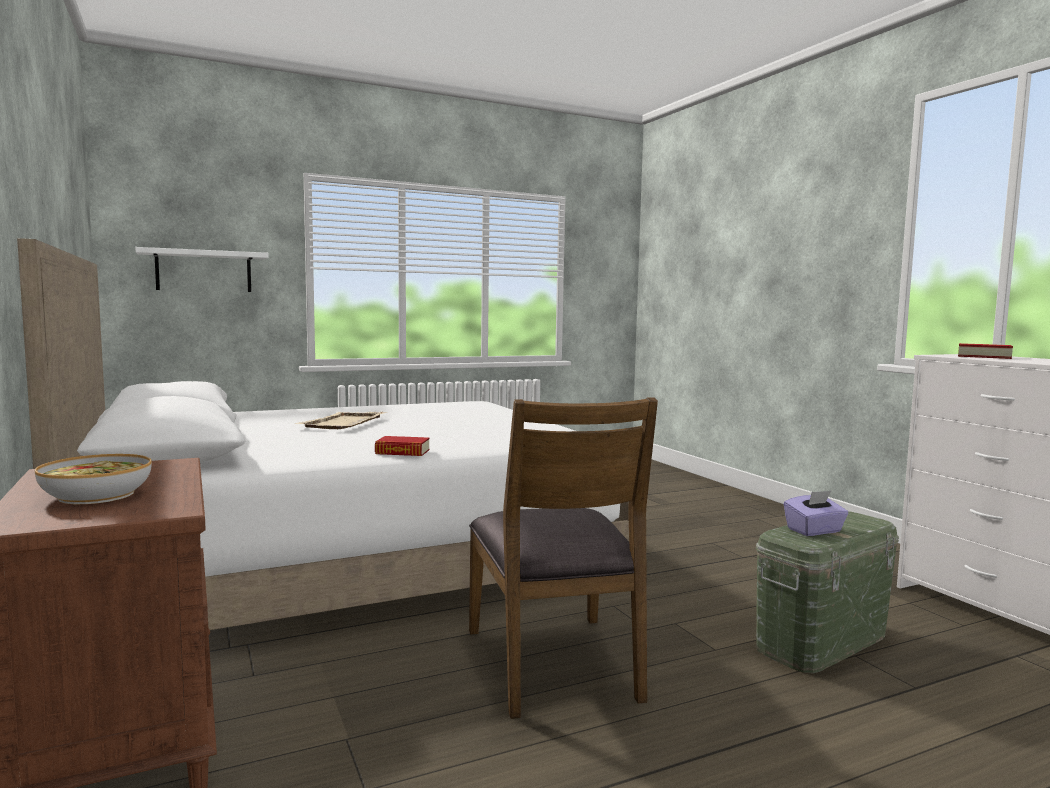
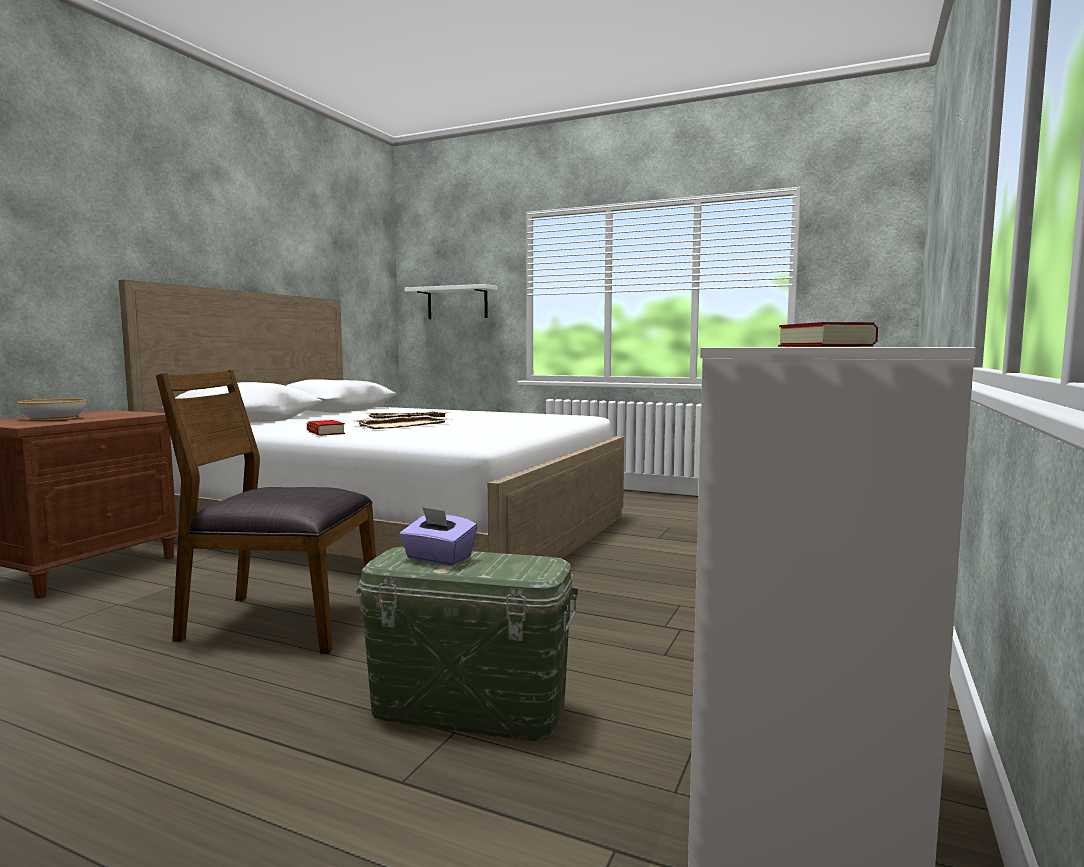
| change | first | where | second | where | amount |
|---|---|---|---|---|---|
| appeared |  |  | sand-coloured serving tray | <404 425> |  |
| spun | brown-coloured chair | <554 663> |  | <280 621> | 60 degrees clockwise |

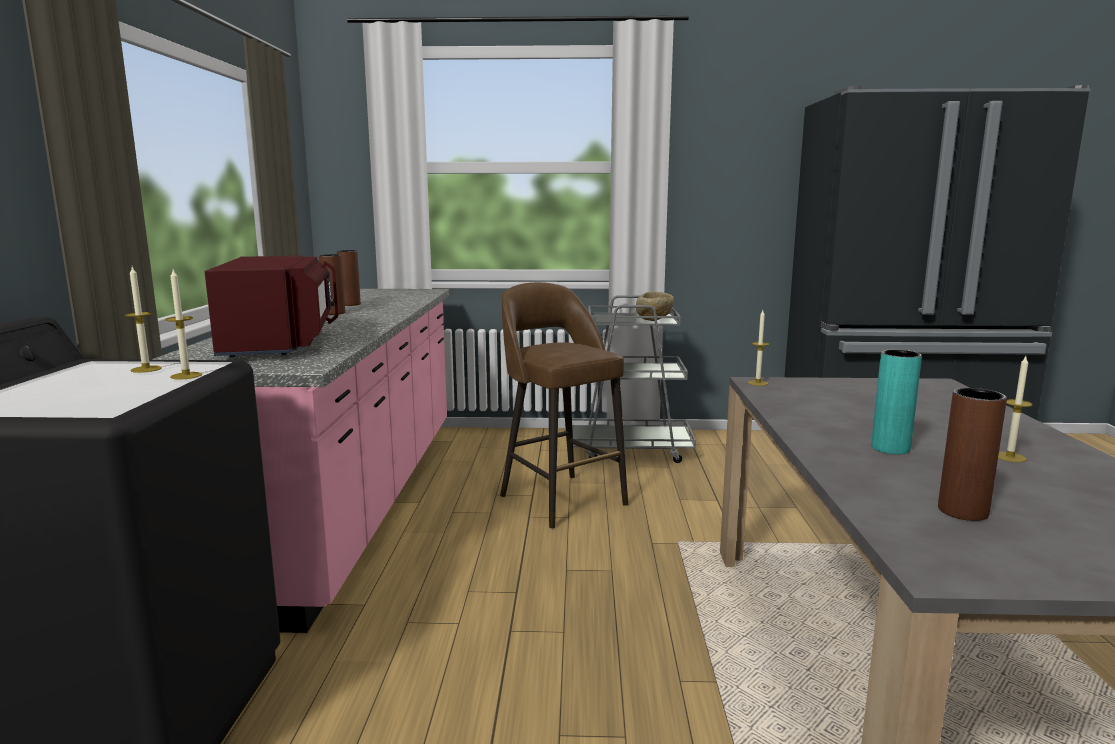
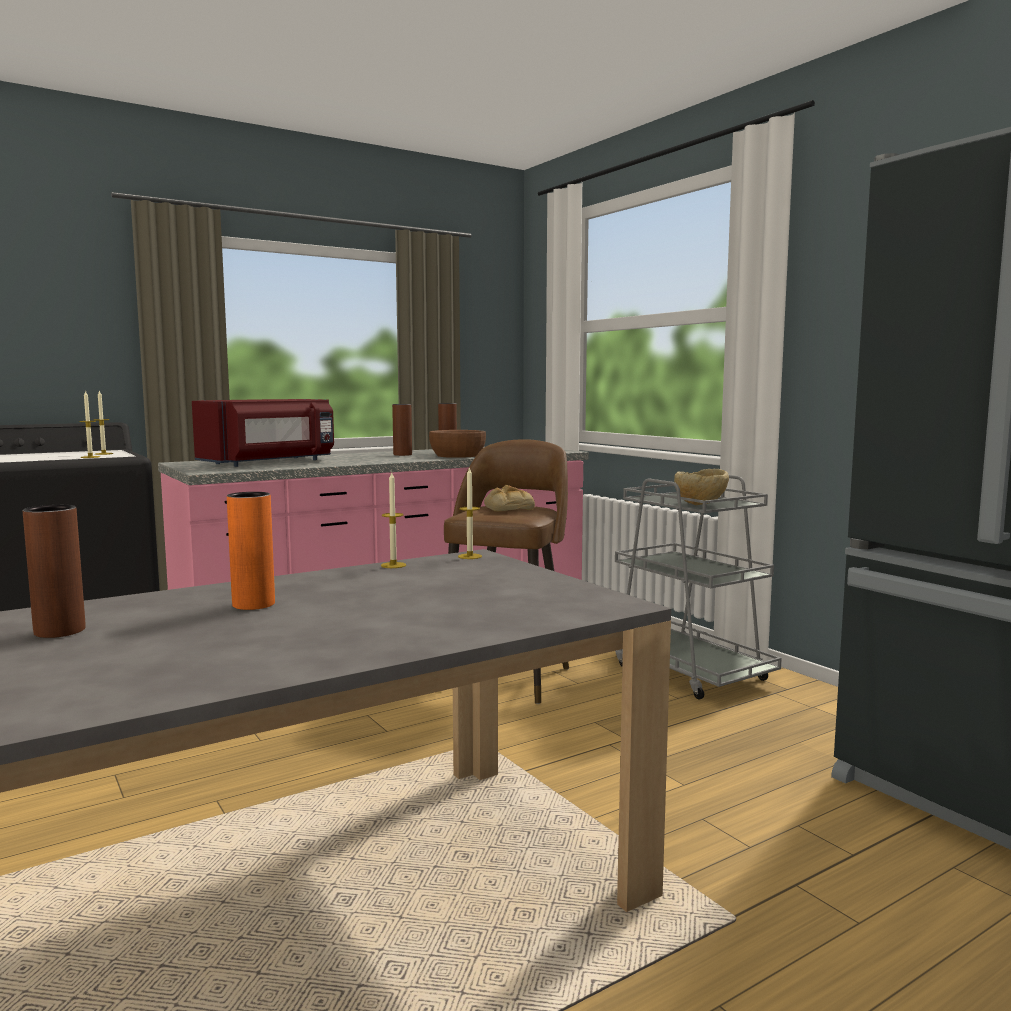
| change | first | where | second | where | amount |
|---|---|---|---|---|---|
| appeared |  |  | brown-coloured deep dish | <457 455> |  |
| appeared |  |  | bread | <508 508> |  |
| relocated | candle | <1010 457> |  | <393 565> |  |
| colour | turquoise vase | <890 448> | orangey vase | <253 604> |  |

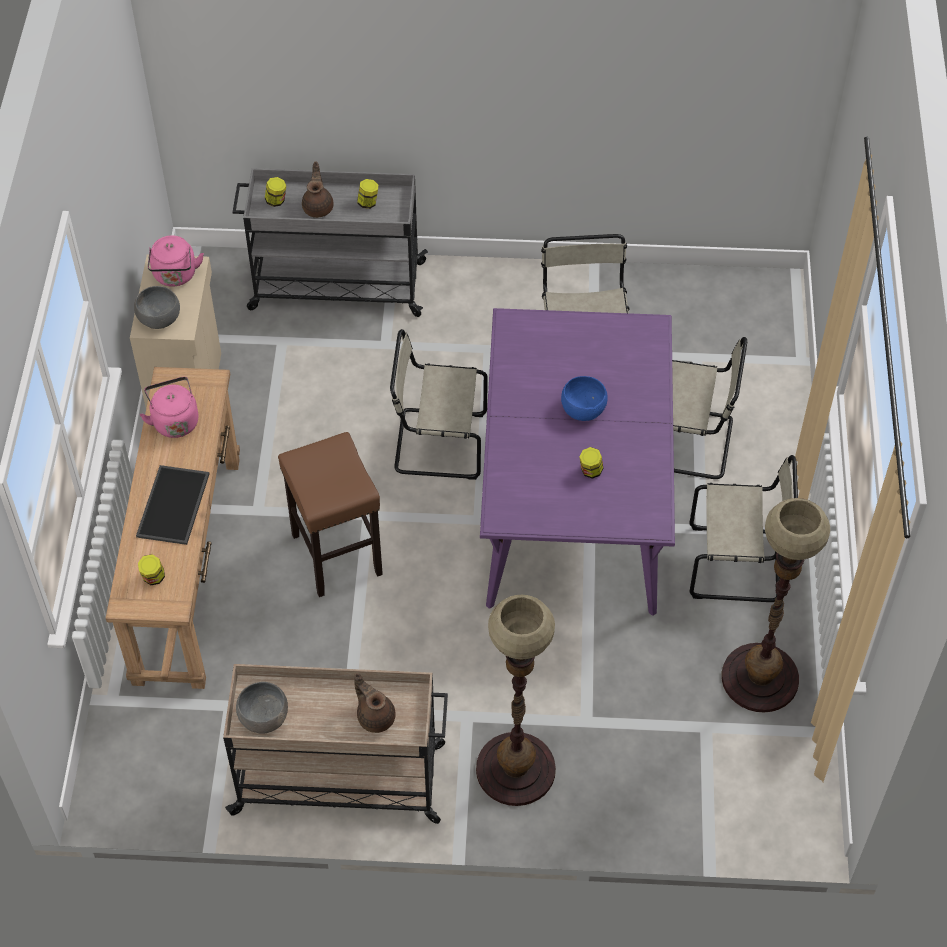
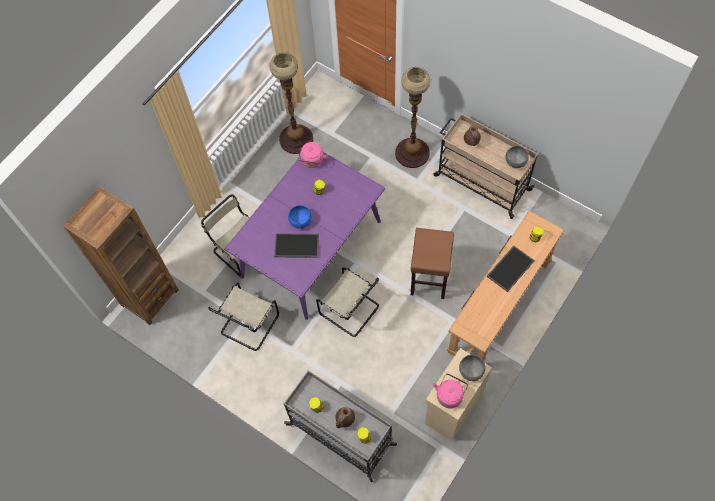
| change | first | where | second | where | amount |
|---|---|---|---|---|---|
| missing | sand-coloured chair | <738 565> |  |  |  |
| appeared |  |  | brown-coloured bookcase | <149 297> |  |
| appeared |  |  | serving tray | <296 246> |  |
| relocated | pinkish water kettle | <174 420> |  | <312 161> |  |

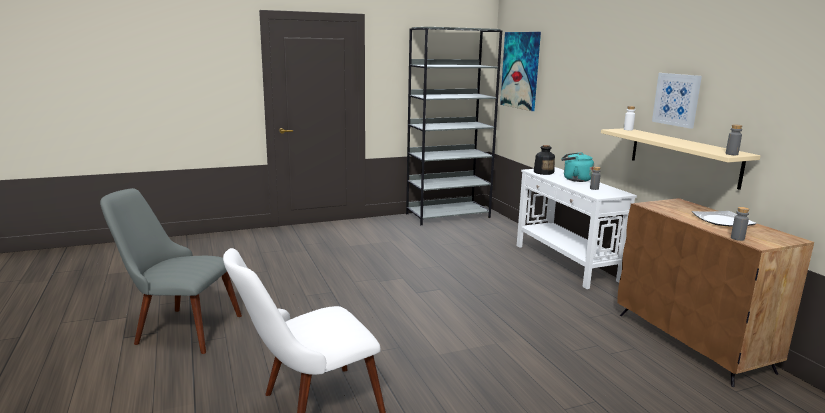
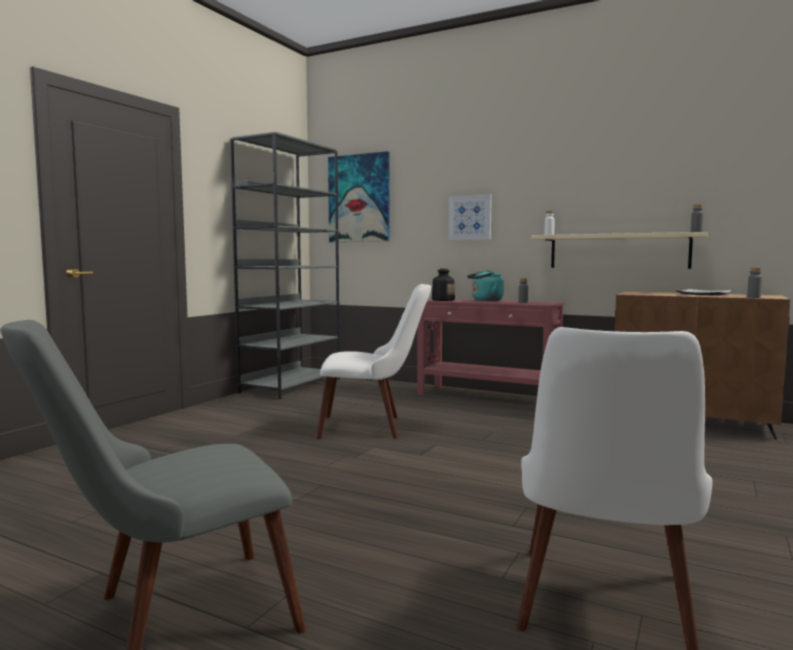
| change | first | where | second | where | amount |
|---|---|---|---|---|---|
| appeared |  |  | white chair | <373 427> |  |
| relocated | wall picture | <677 99> |  | <470 217> |  |
| colour | white narrow table | <565 263> | red-coloured narrow table | <487 397> |  |

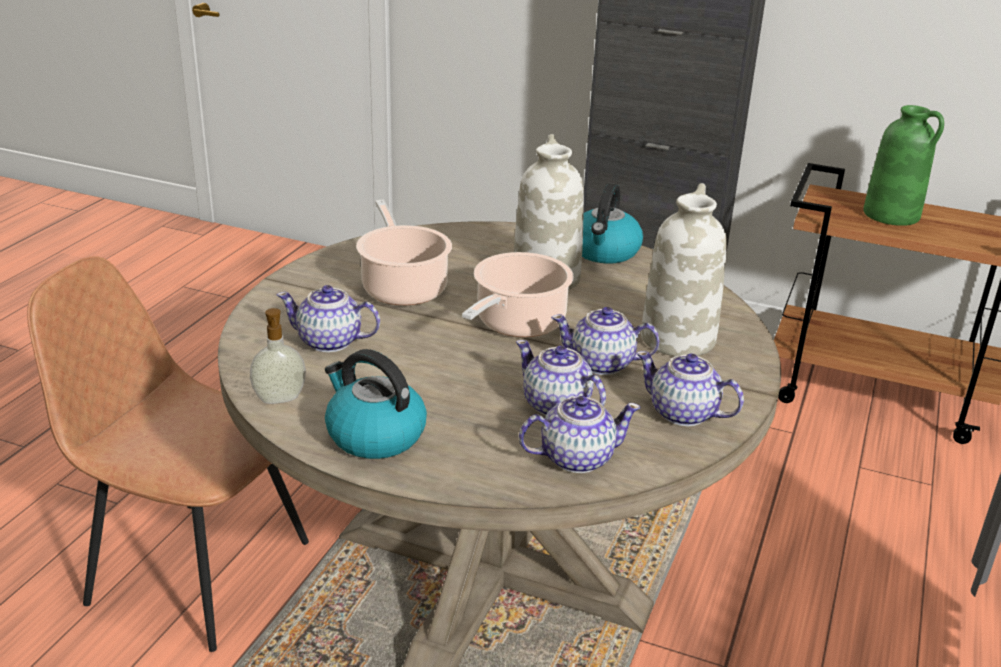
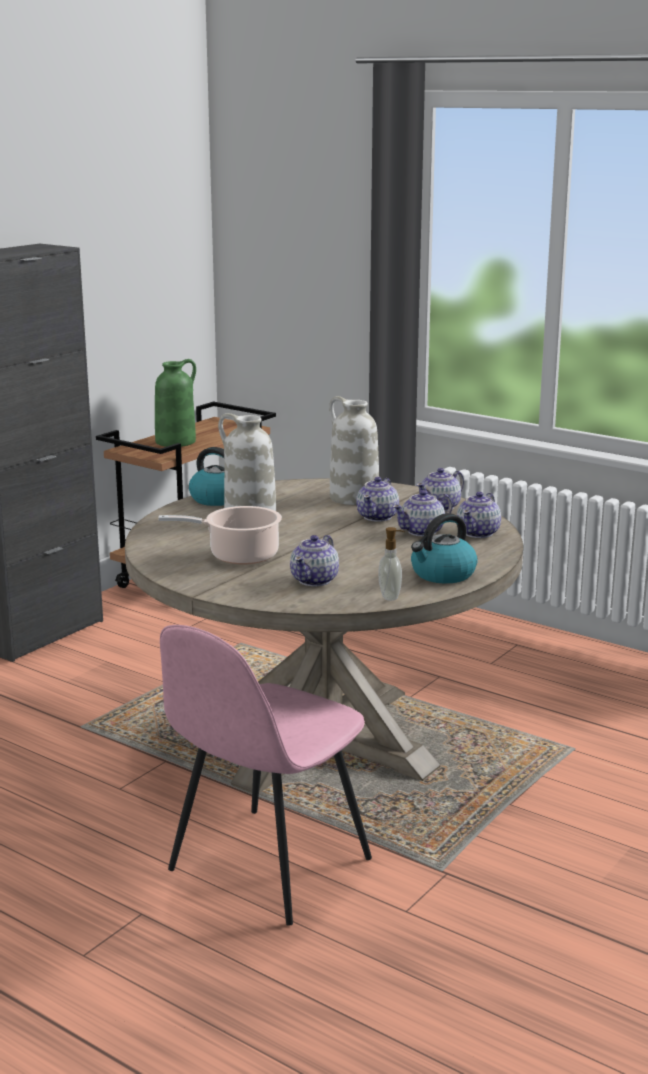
| change | first | where | second | where | amount |
|---|---|---|---|---|---|
| missing | stockpot | <517 323> |  |  |  |
| colour | brown-coloured chair | <195 570> | pinkish chair | <266 867> |  |
| spun | tea pot | <575 458> |  | <478 533> | 150 degrees counterclockwise |

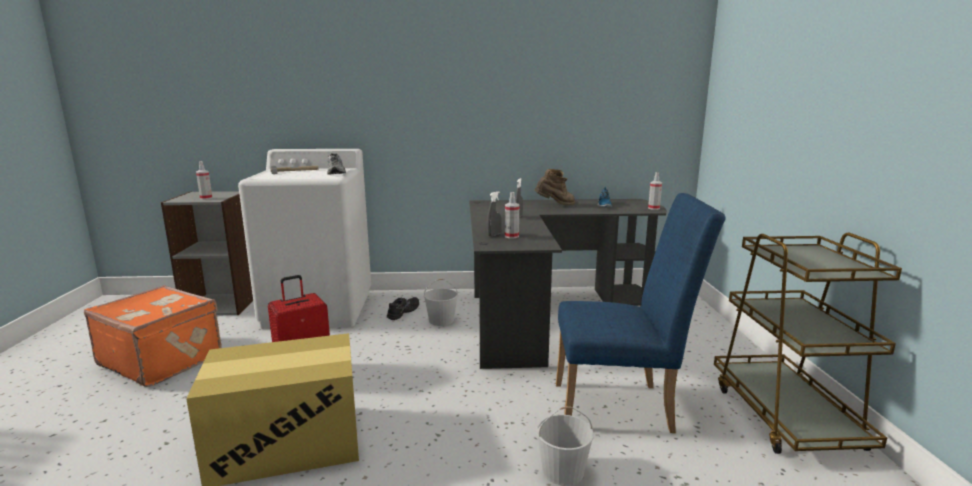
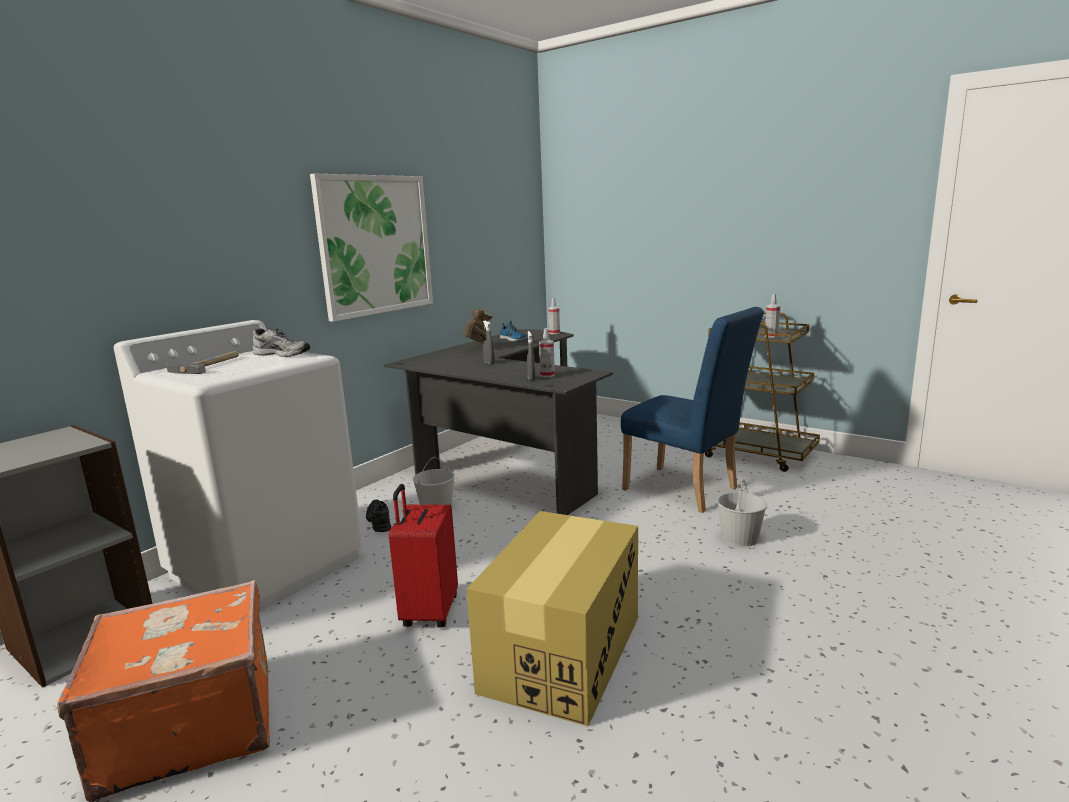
| change | first | where | second | where | amount |
|---|---|---|---|---|---|
| appeared |  |  | wall picture | <375 245> |  |
| relocated | spray bottle | <206 198> |  | <771 336> |  |
| spun | bluish chair | <622 407> |  | <687 491> | 90 degrees clockwise |

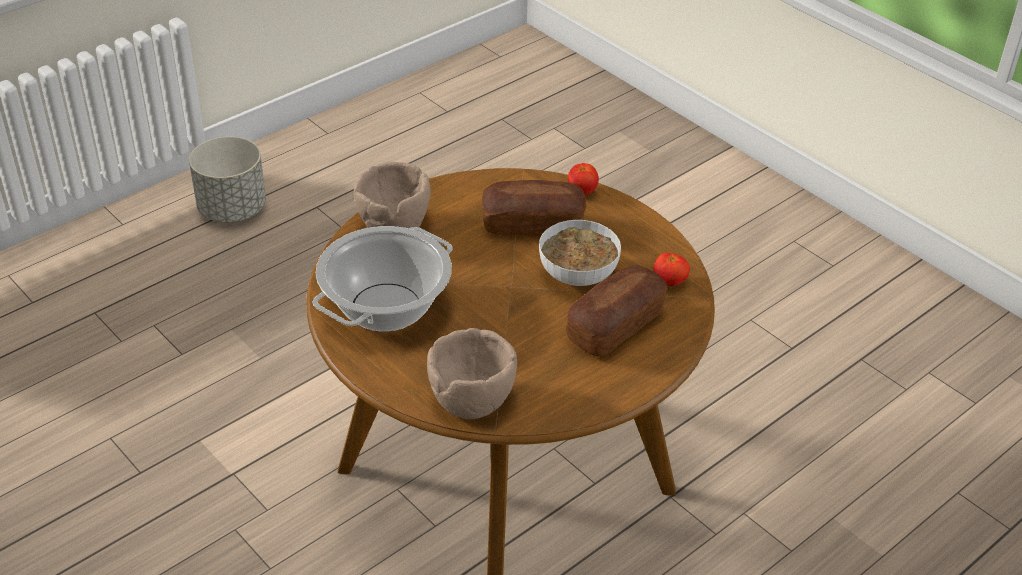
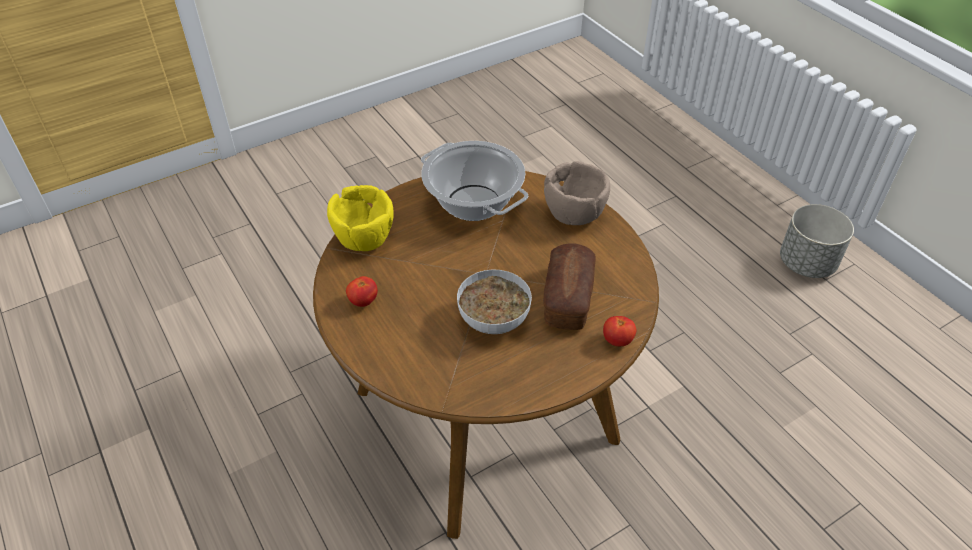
| change | first | where | second | where | amount |
|---|---|---|---|---|---|
| missing | bread | <615 326> |  |  |  |
| relocated | tomato | <669 282> |  | <363 301> |  |
| colour | brown-coloured deep dish | <472 399> | yellow-coloured deep dish | <364 239> |  |

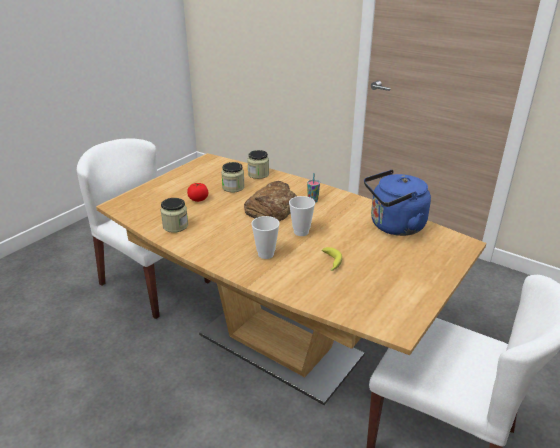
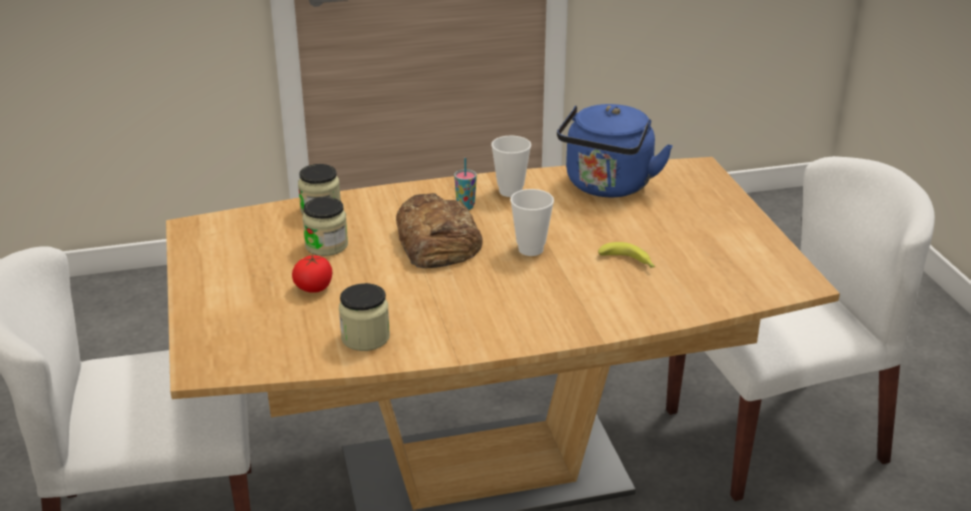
| change | first | where | second | where | amount |
|---|---|---|---|---|---|
| relocated | drinking cup | <266 254> |  | <510 191> |  |

